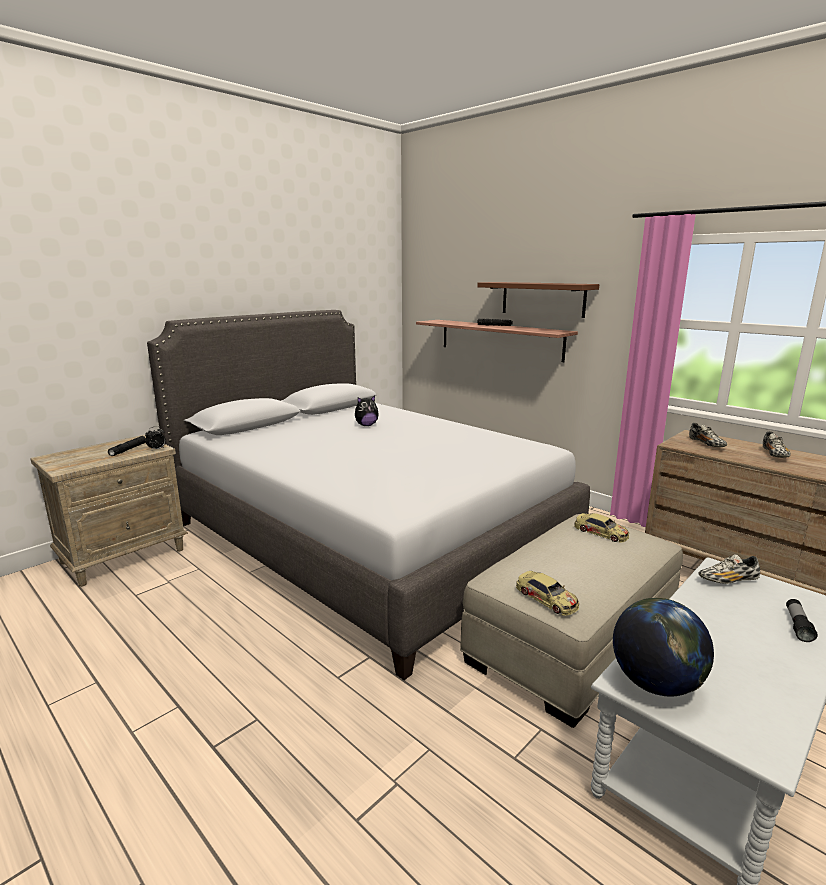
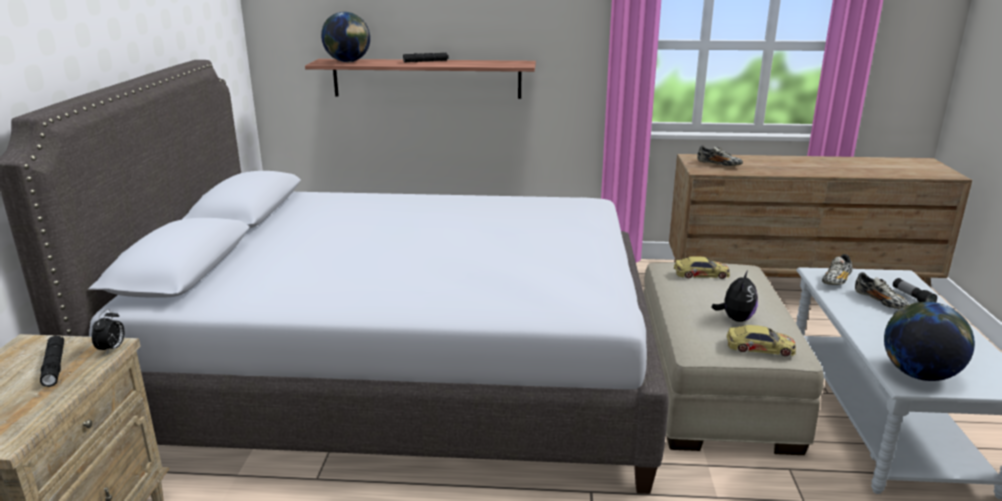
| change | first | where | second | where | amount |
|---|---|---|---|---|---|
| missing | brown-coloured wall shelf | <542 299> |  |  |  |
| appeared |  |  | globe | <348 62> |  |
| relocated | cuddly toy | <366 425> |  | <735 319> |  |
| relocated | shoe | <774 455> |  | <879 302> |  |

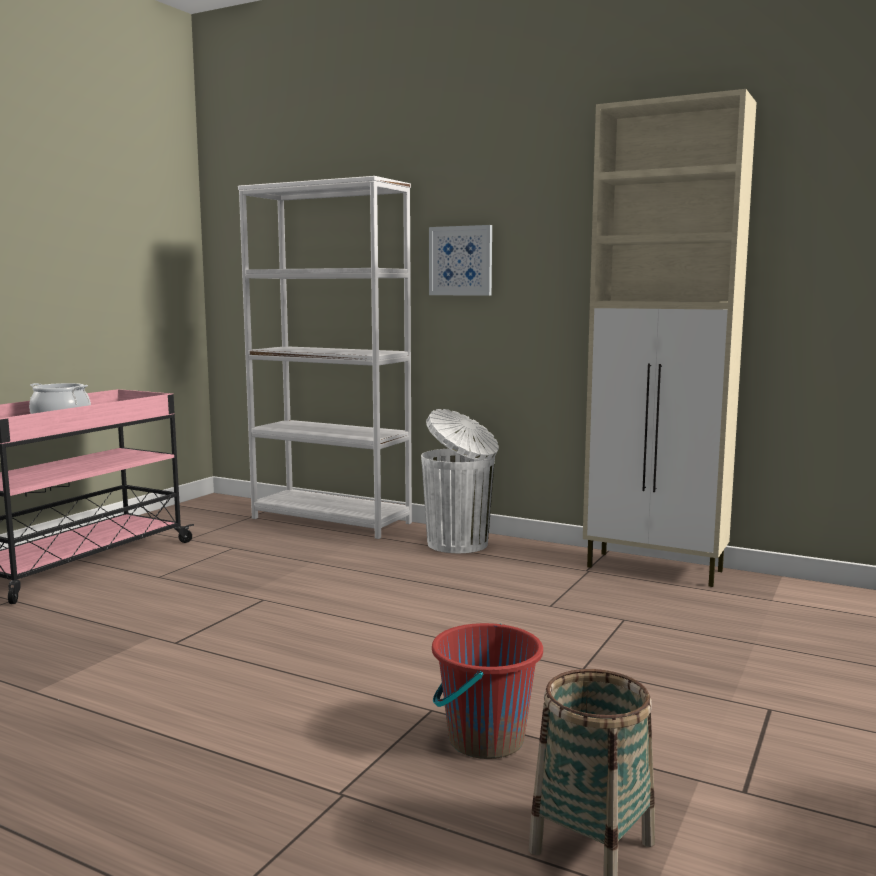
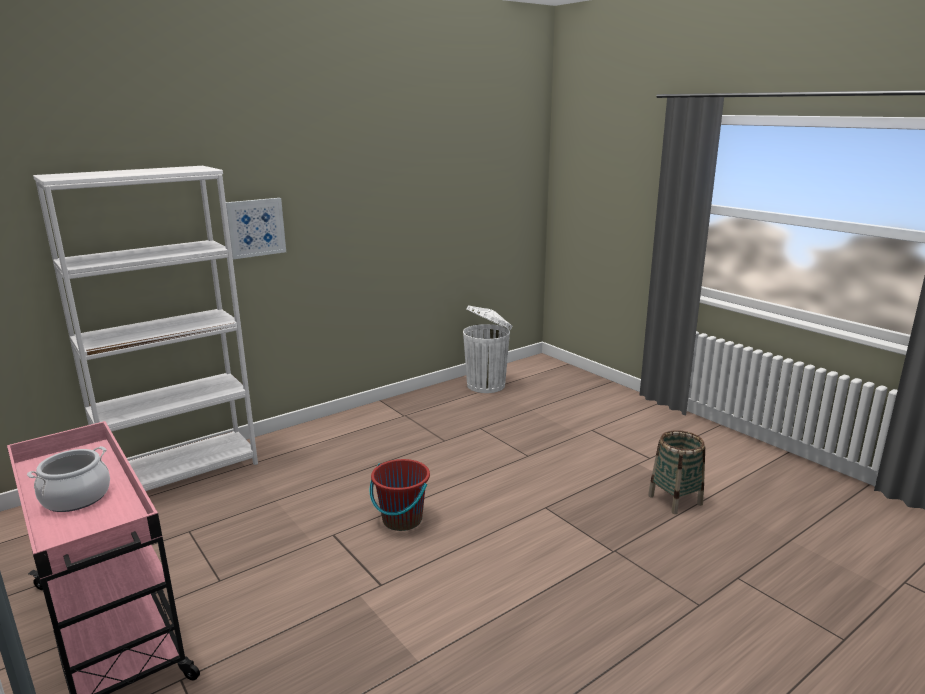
| change | first | where | second | where | amount |
|---|---|---|---|---|---|
| missing | sand-coloured cabinet | <656 569> |  |  |  |
| relocated | white waste bin | <459 544> |  | <487 385> |  |
| relocated | red-coloured pail | <485 739> |  | <402 520> |  |

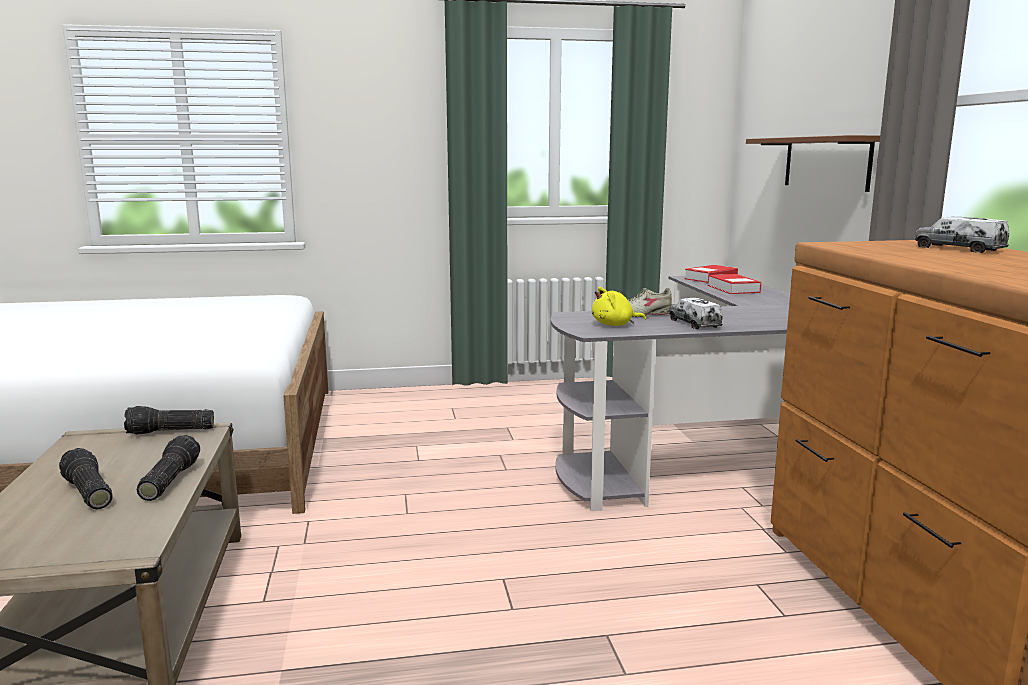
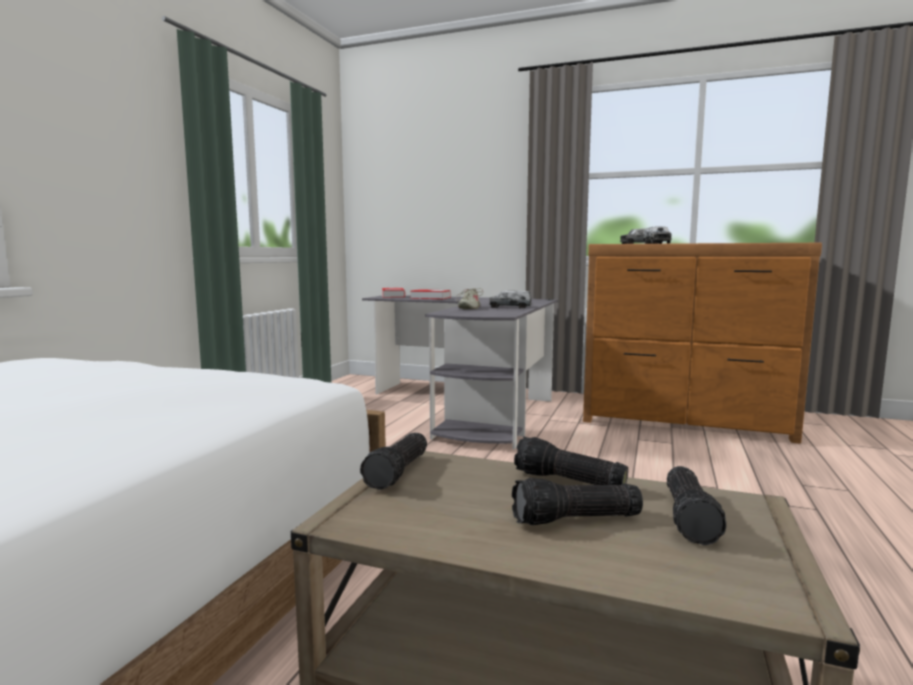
| change | first | where | second | where | amount |
|---|---|---|---|---|---|
| missing | yellow-coloured cuddly toy | <615 325> |  |  |  |
| missing | brown-coloured wall shelf | <826 162> |  |  |  |
| appeared |  |  | model truck | <656 243> |  |
| appeared |  |  | torch | <691 518> |  |

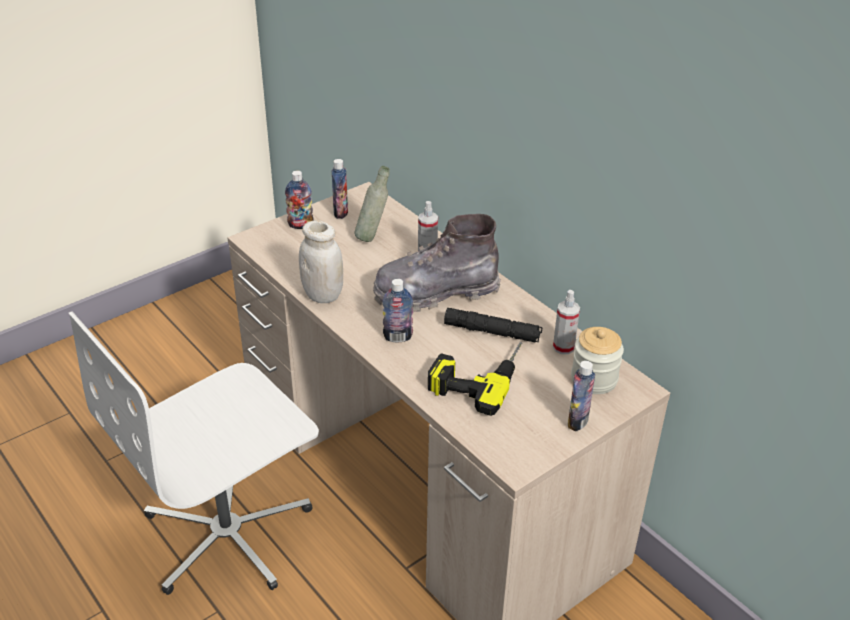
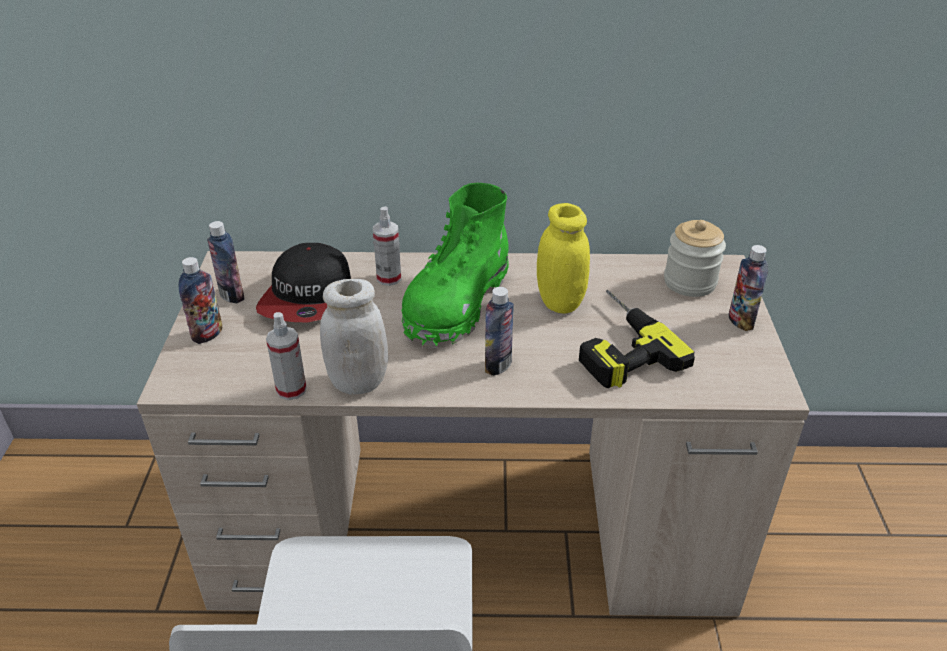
| change | first | where | second | where | amount |
|---|---|---|---|---|---|
| relocated | spray bottle | <563 347> |  | <291 390> |  |
| exchanged | grey bottle | <372 237> | baseball cap | <307 296> |  |
| exchanged | black torch | <492 332> | yellow-coloured storage jar | <560 302> |  |
| colour | grey high-top boot | <435 293> | greenish high-top boot | <456 304> |  |

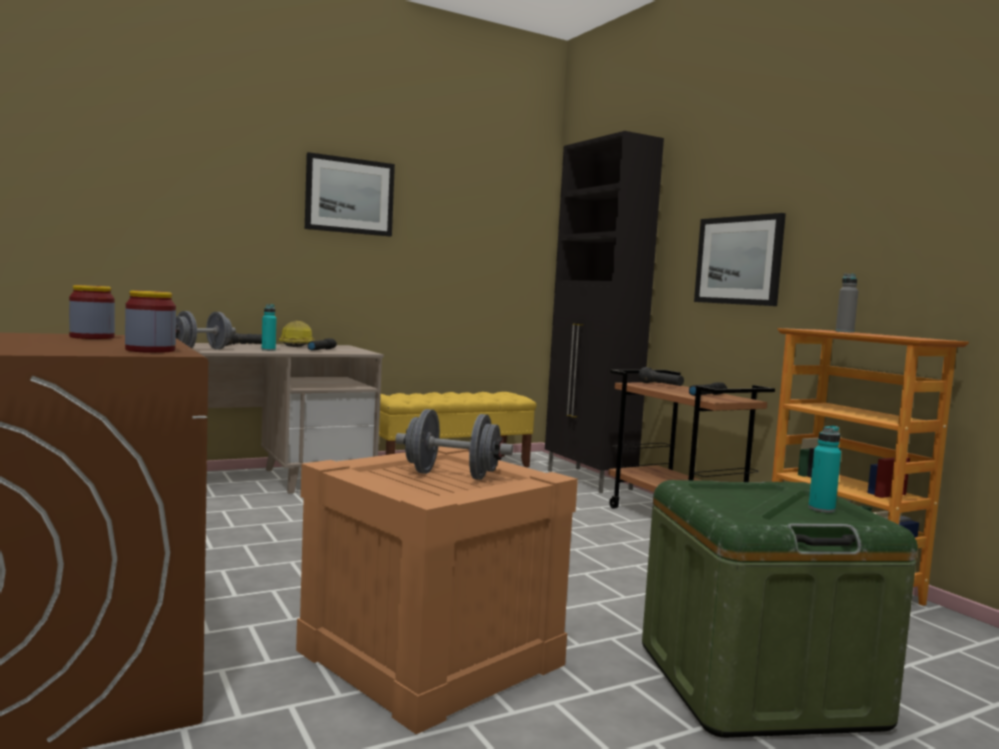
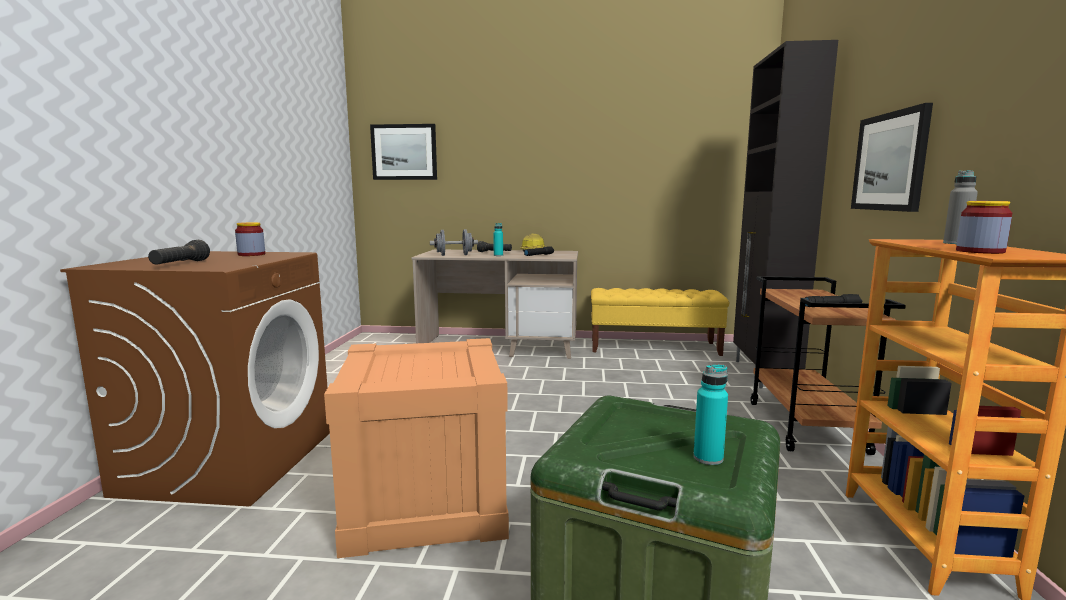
| change | first | where | second | where | amount |
|---|---|---|---|---|---|
| missing | grey free weight | <452 475> |  |  |  |
| relocated | storage jar | <150 350> |  | <980 251> |  |
| relocated | wall picture | <349 196> |  | <404 152> |  |
| relocated | black torch | <661 385> |  | <180 264> |  |

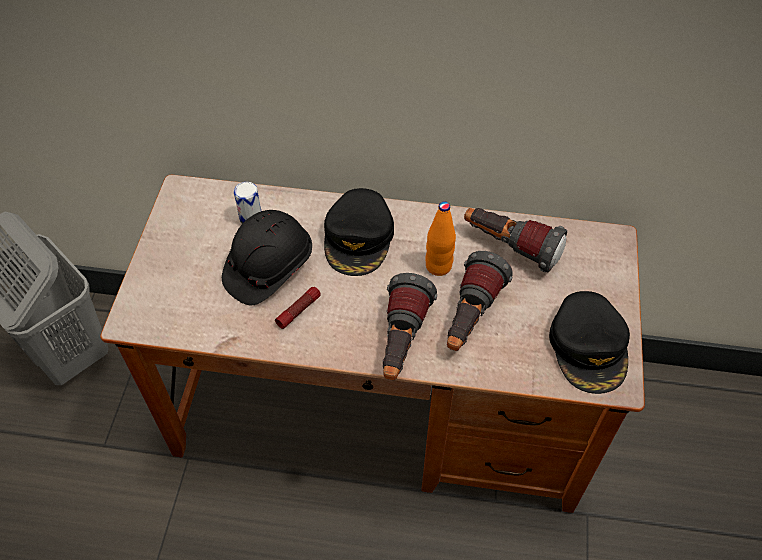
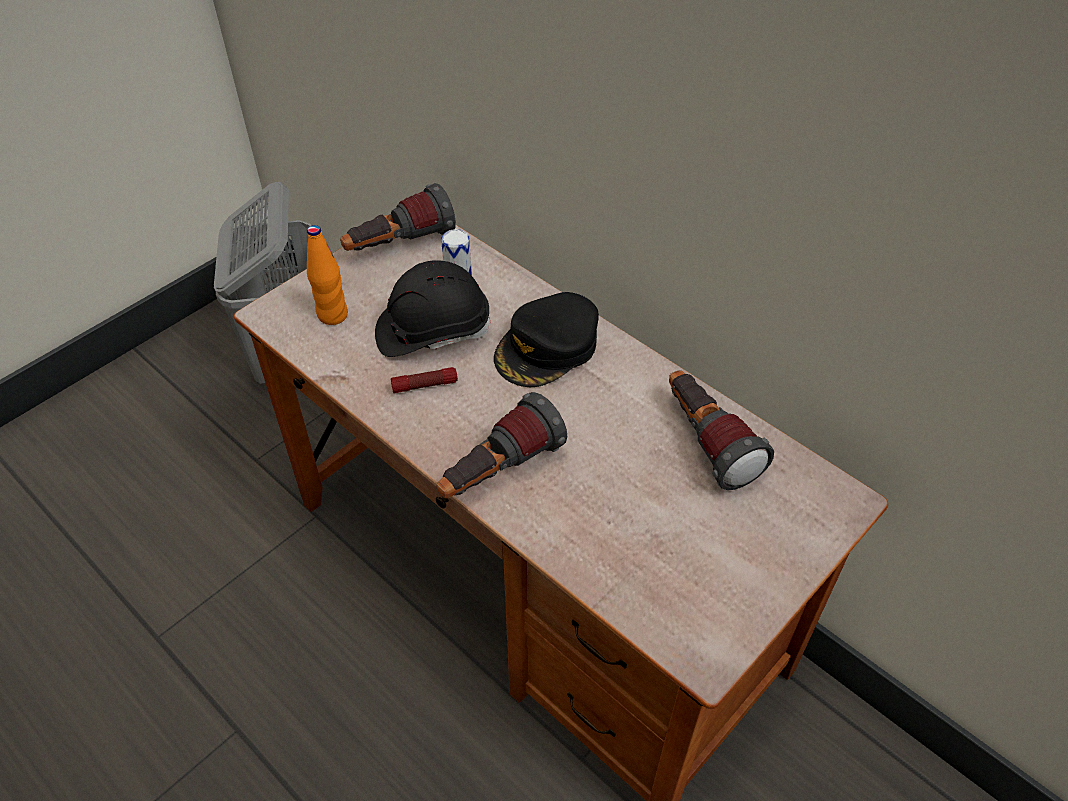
| change | first | where | second | where | amount |
|---|---|---|---|---|---|
| missing | black baseball cap | <589 347> |  |  |  |
| relocated | orangey bottle | <438 266> |  | <332 315> |  |
| relocated | torch | <470 317> |  | <399 245> |  |

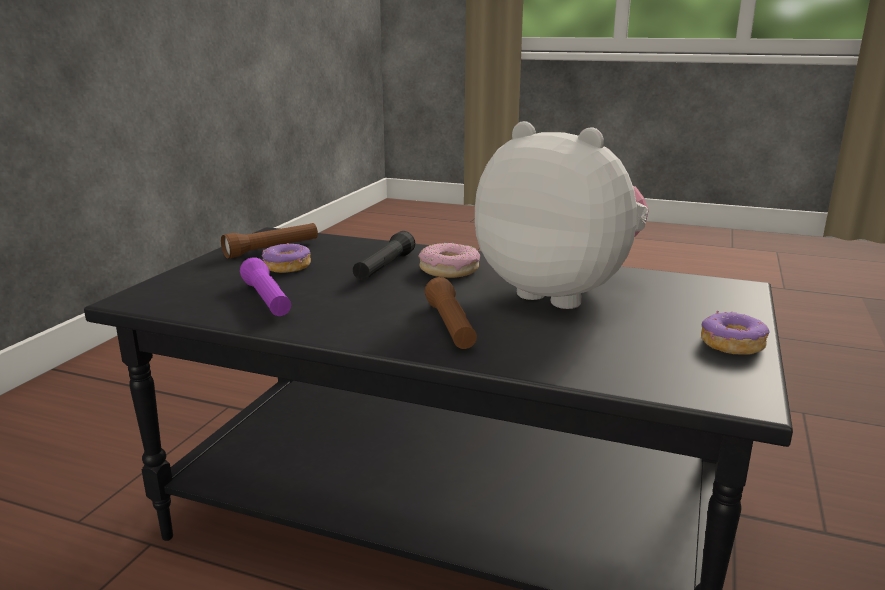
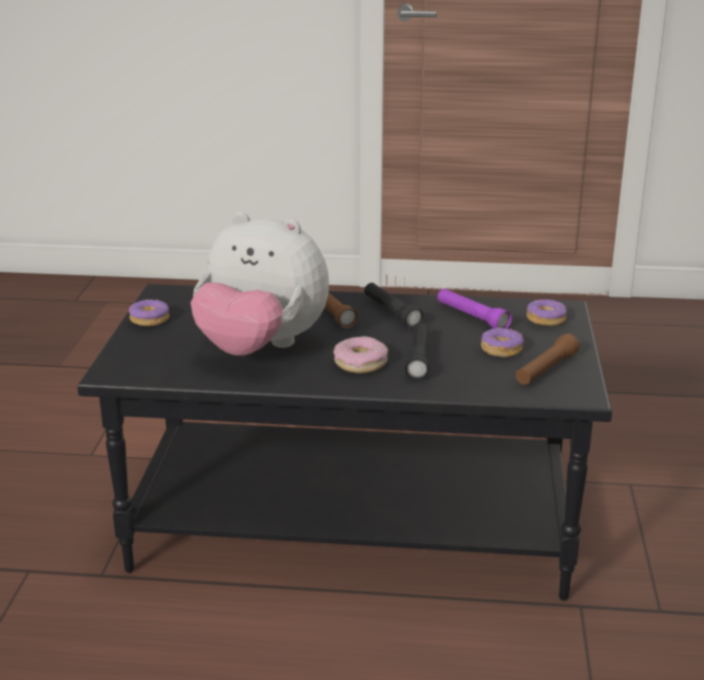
| change | first | where | second | where | amount |
|---|---|---|---|---|---|
| appeared |  |  | black torch | <391 313> |  |
| appeared |  |  | ring doughnut | <546 319> |  |

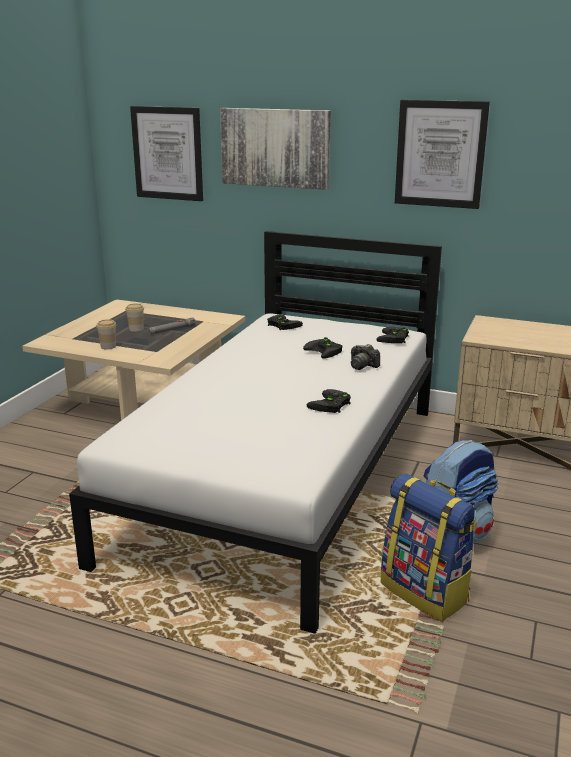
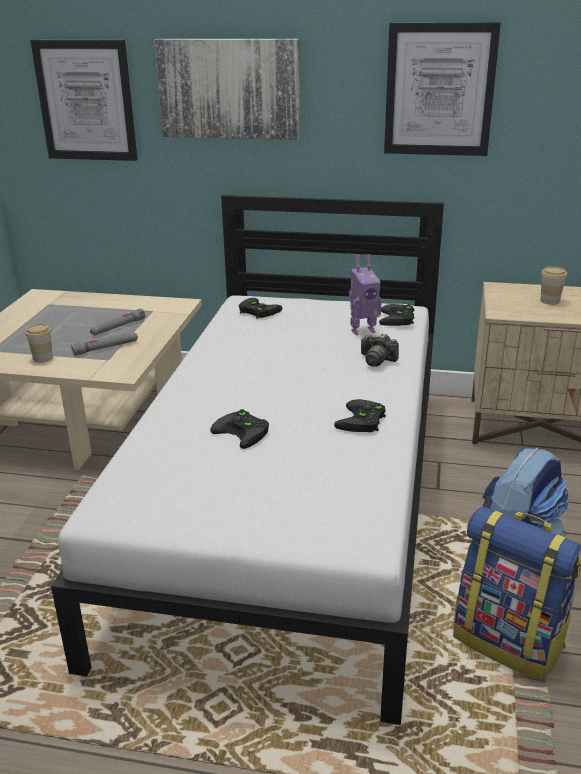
| change | first | where | second | where | amount |
|---|---|---|---|---|---|
| appeared |  |  | grey torch | <106 348> |  |
| appeared |  |  | toy robot | <362 330> |  |
| relocated | drinking cup | <136 329> |  | <549 301> |  |
| relocated | black joypad | <325 351> |  | <244 432> |  |

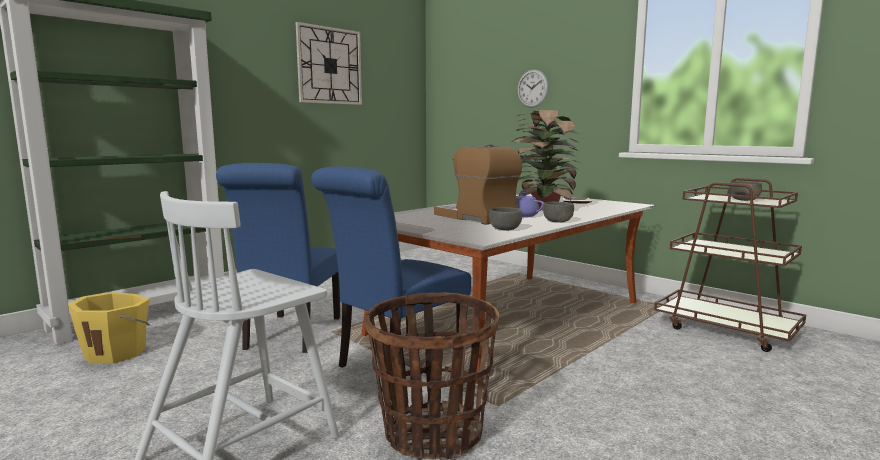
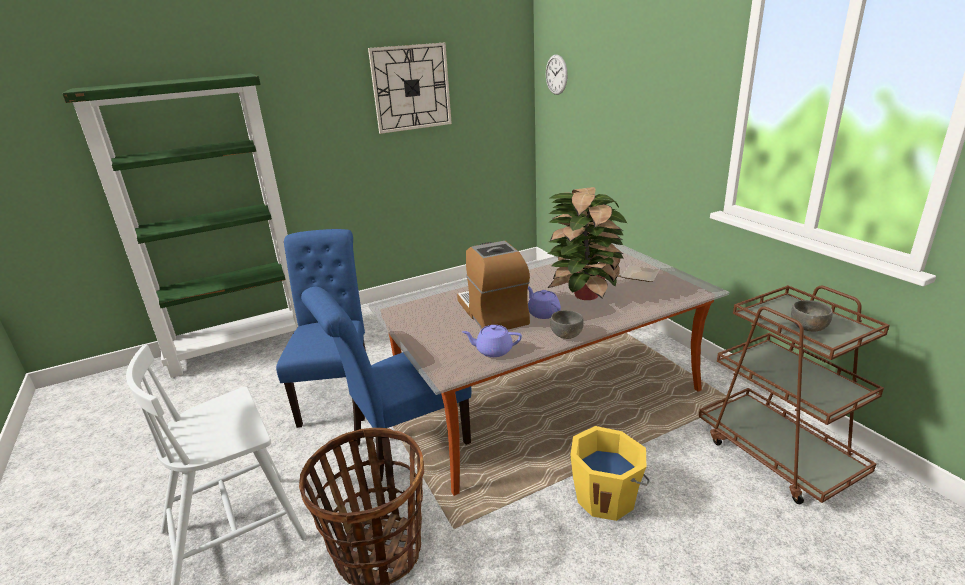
| change | first | where | second | where | amount |
|---|---|---|---|---|---|
| relocated | yellow-coloured pail | <117 353> |  | <606 497> |  |
| relocated | hanging clock | <532 88> |  | <556 74> |  |
| exchanged | grey deep dish | <505 229> | purple tea pot | <493 350> |  |
| spun | bluish chair | <290 335> |  | <338 392> | 150 degrees clockwise |

